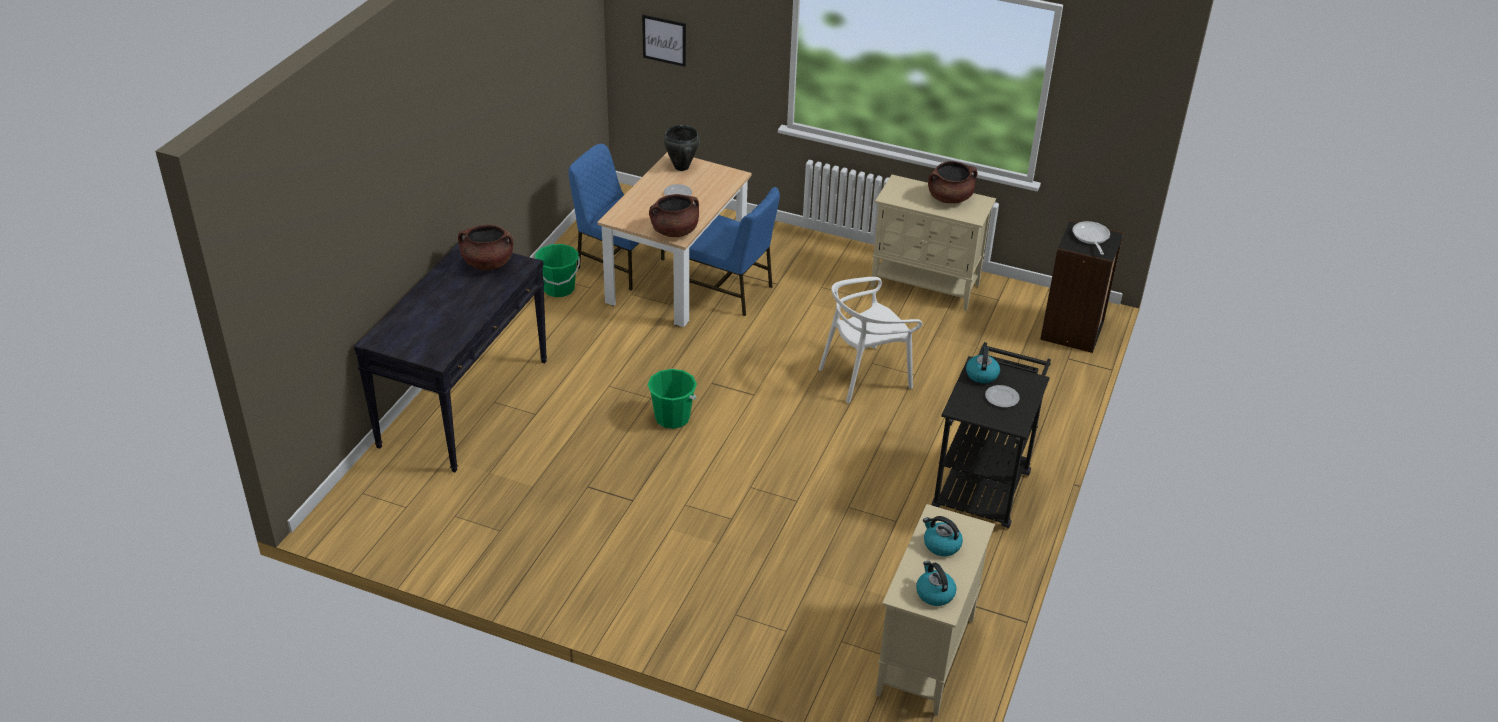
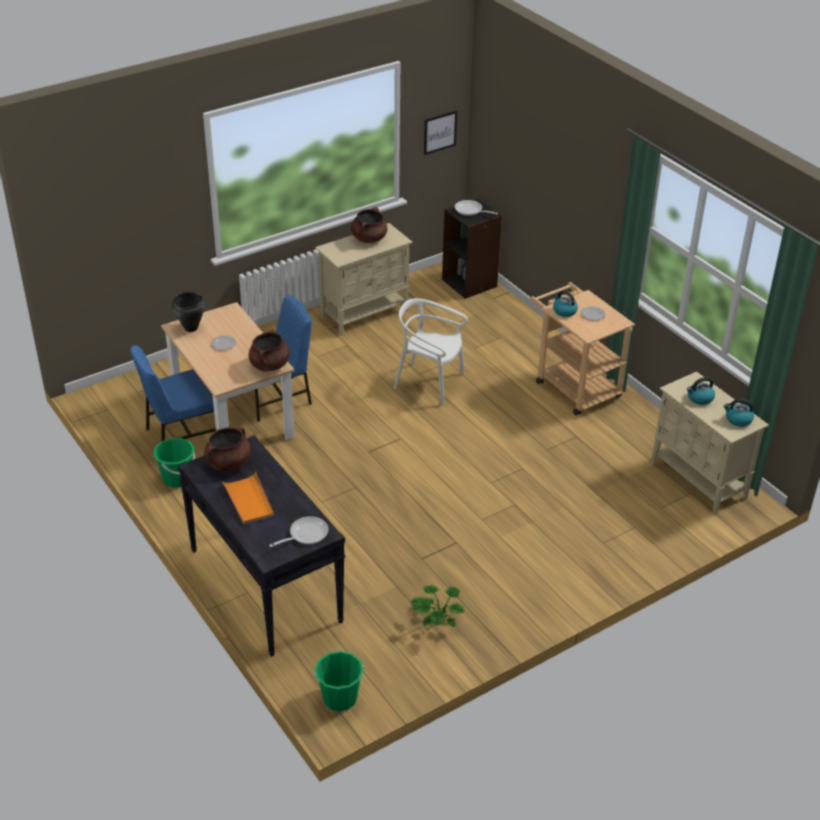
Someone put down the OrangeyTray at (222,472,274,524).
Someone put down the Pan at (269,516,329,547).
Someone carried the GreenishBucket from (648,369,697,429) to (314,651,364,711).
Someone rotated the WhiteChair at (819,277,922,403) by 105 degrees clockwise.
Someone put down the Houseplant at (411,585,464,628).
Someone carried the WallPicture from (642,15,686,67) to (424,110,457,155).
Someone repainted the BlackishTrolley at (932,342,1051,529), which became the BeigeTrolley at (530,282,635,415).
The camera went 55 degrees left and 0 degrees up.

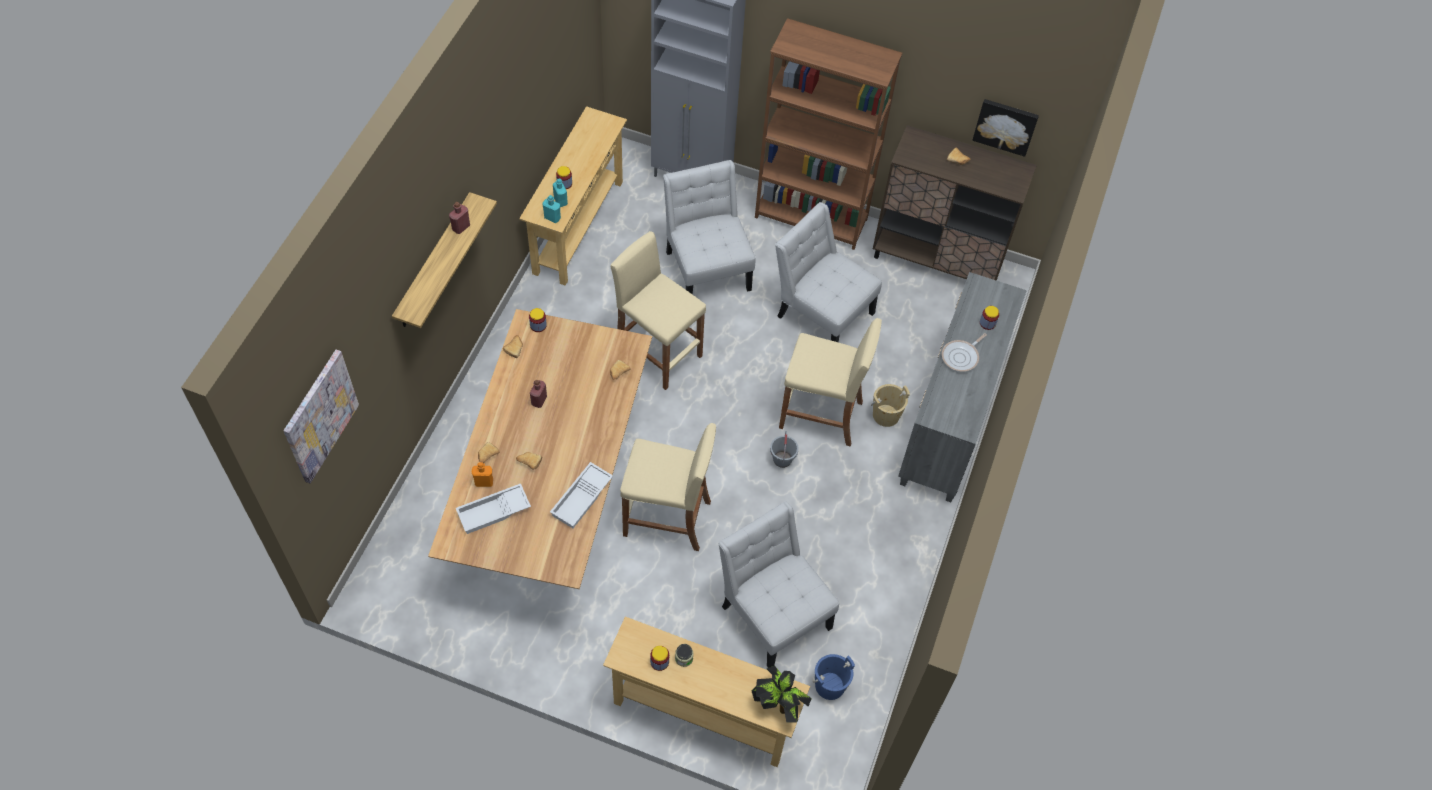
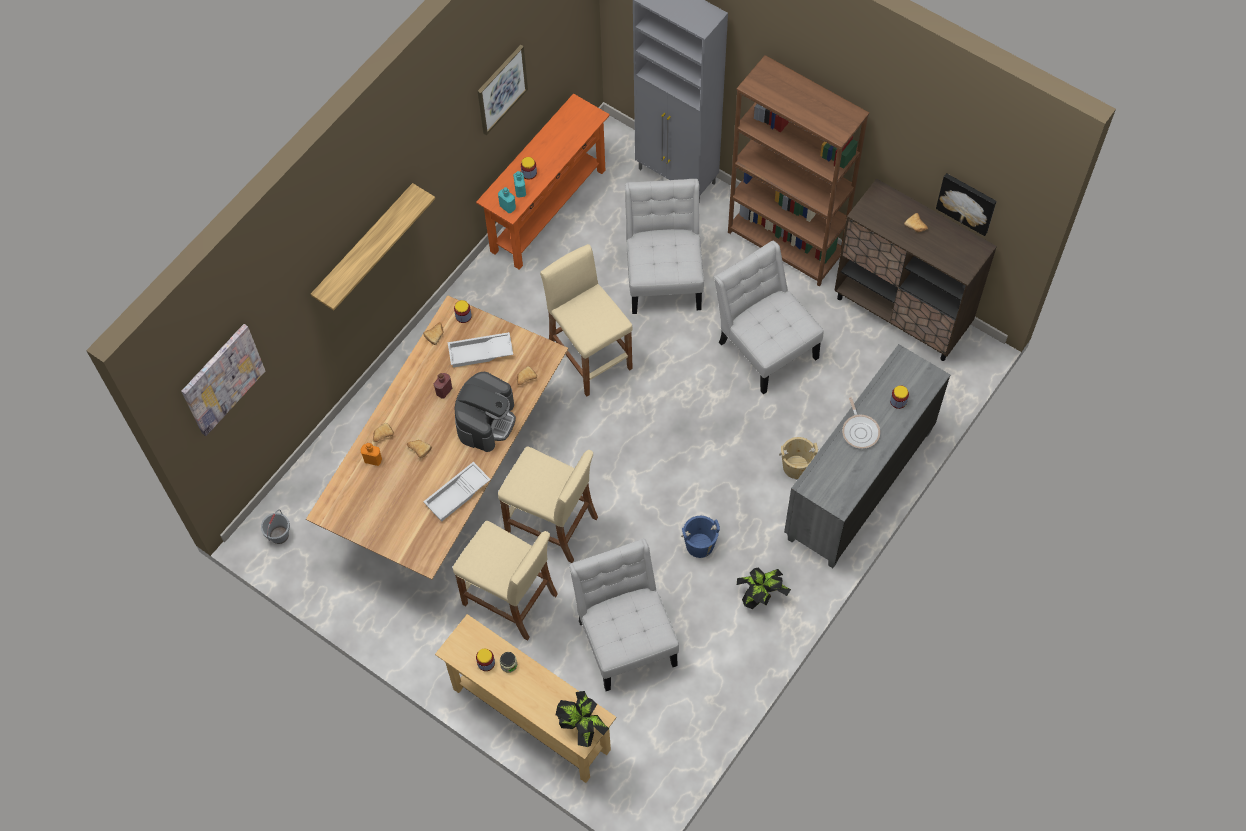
Someone carried the GrayBucket from (770,431,799,468) to (261,510,290,544).
Someone carried the WhiteTray from (456,483,531,534) to (448,332,513,367).
Someone carried the BeigeSittingStool from (779,318,882,447) to (453,521,558,641).
Someone put down the CoffeeMachine at (455,372,516,452).
Someone repainted the BeigeHallTable at (519,106,627,286), which became the OrangeyHallTable at (476,93,610,270).
Someone put up the WallPicture at (478,45,528,135).
Someone carried the BlueBucket from (813,654,855,700) to (681,516,720,558).
Someone put down the Houseplant at (737,567,791,609).
Someone rotated the Pan at (942,333,987,372) by 75 degrees counterclockwise.
Someone took away the RedDrinkBottle at (449,202,470,234).
The camera went 20 degrees right and 5 degrees up.

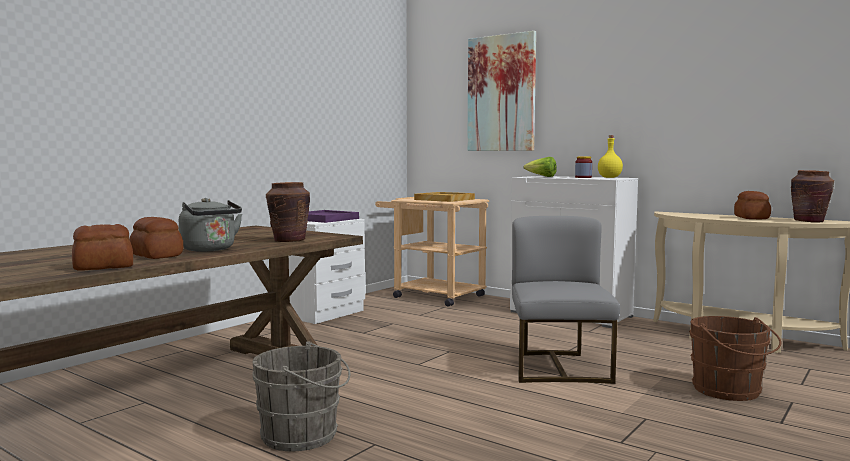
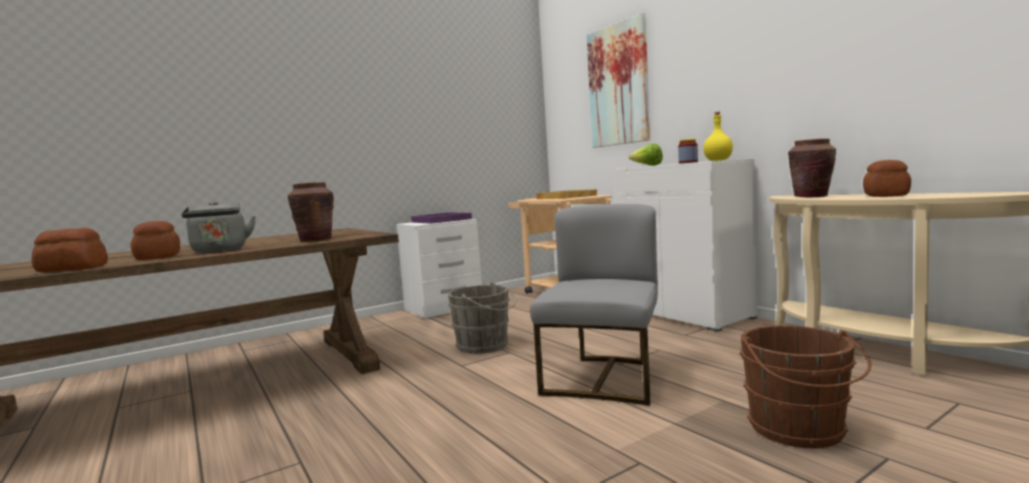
Someone carried the GrayBucket from (252,341,350,451) to (448,282,517,354).
Someone carried the BrownColouredVase from (791,170,834,223) to (788,139,836,198).
The camera went 20 degrees right and 0 degrees up.

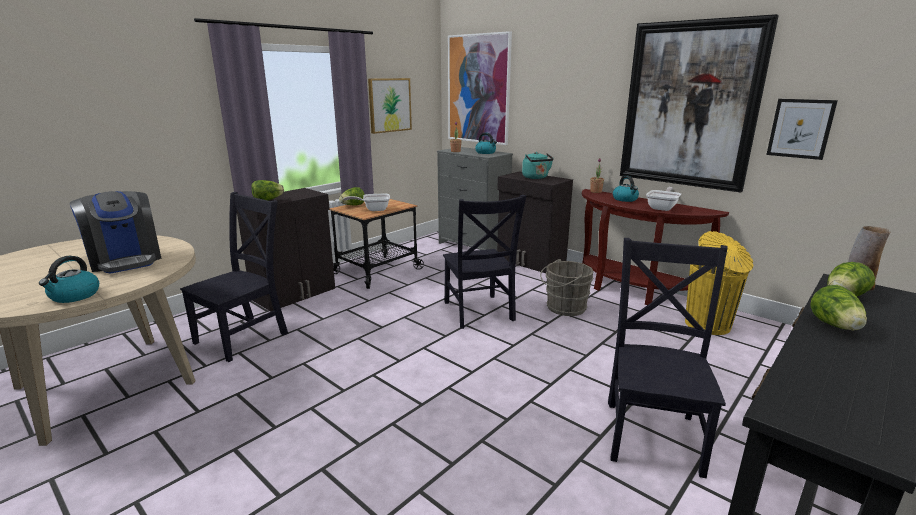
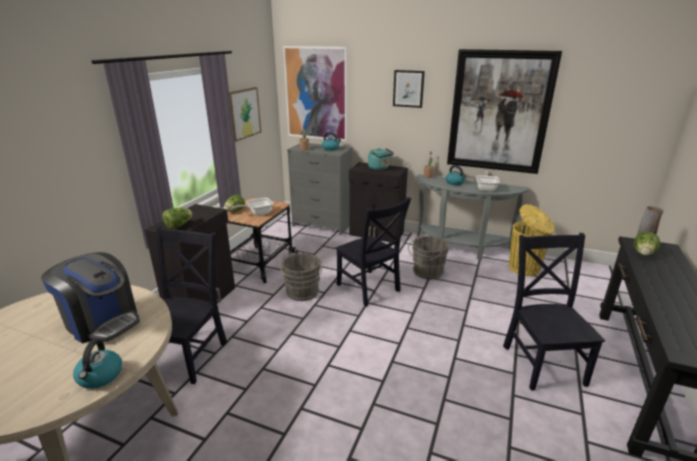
Someone put down the GrayBucket at (281,253,322,301).
Someone carried the WallPicture from (766,99,838,160) to (393,70,425,108).
Someone repainted the BrownColouredHallTable at (582,189,729,305), which became the GrayHallTable at (417,174,529,259).
Someone took away the Lettuce at (810,285,867,330).
The camera went 20 degrees left and 5 degrees up.

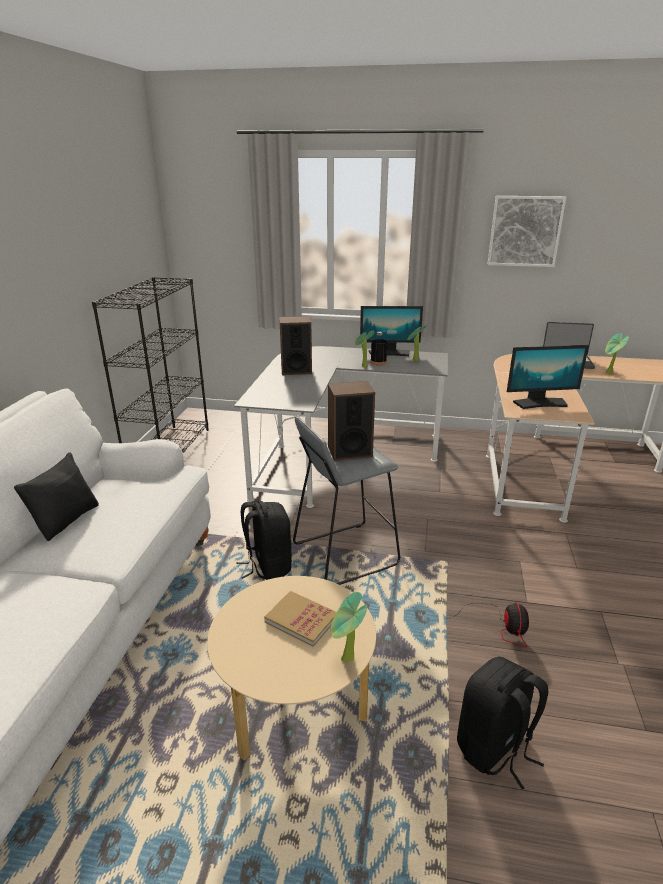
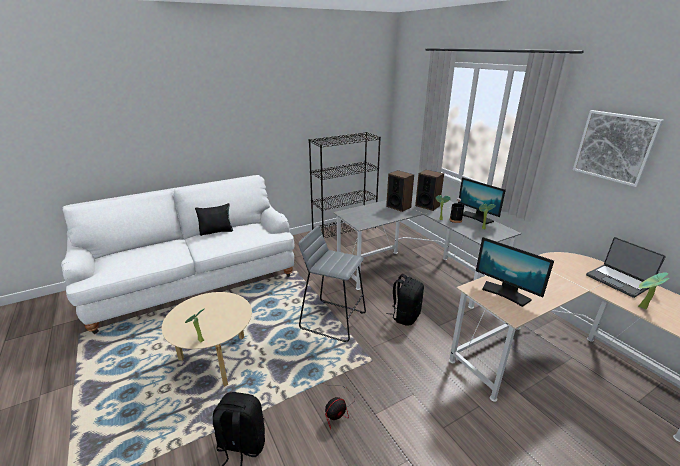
Someone carried the BlackishBackpack from (236,501,292,580) to (386,274,424,326).
Someone carried the Loudspeaker from (328,381,375,461) to (415,170,444,211).
Someone took away the BoundBook at (264,591,337,647).
The camera went 50 degrees right and 0 degrees up.

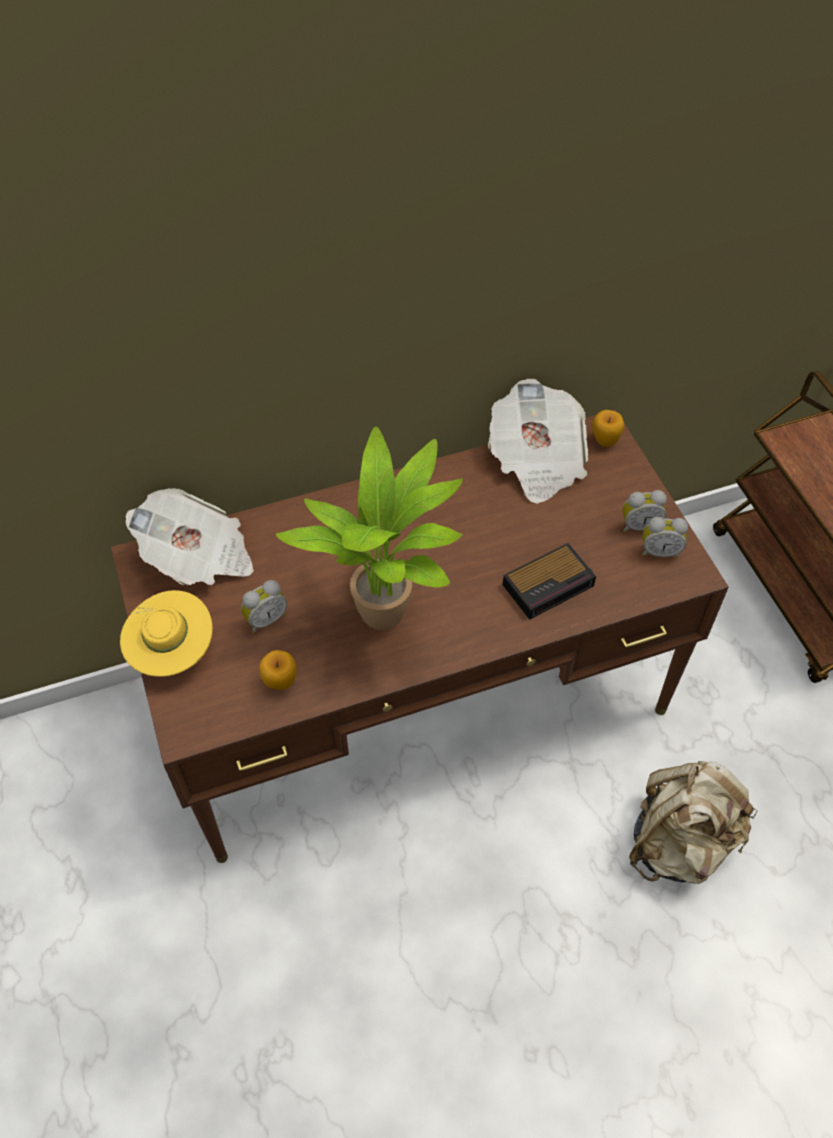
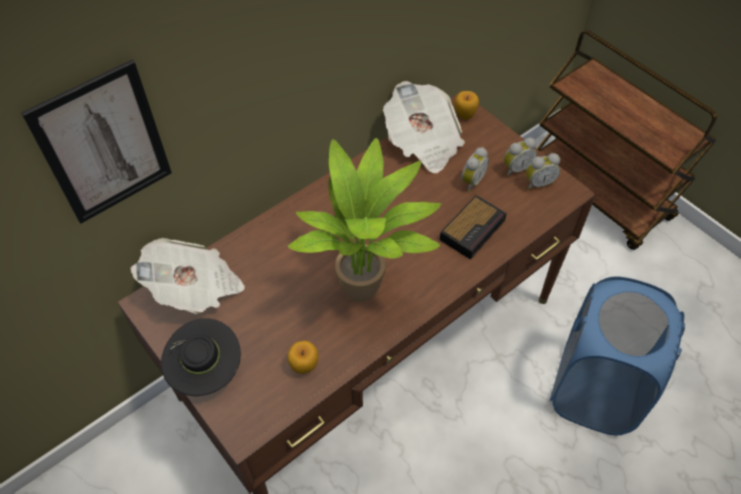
Someone put up the WallPicture at (21,59,172,224).
Someone repainted the YellowWearableHat at (120,590,213,677), which became the BlackishWearableHat at (161,318,241,396).
Someone carried the AlarmClock from (241,580,287,633) to (462,147,489,192).
Someone swapped the BeigeBackpack at (629,761,758,884) for the BlueWashingBasket at (550,276,685,435).
The camera went 20 degrees left and 0 degrees up.

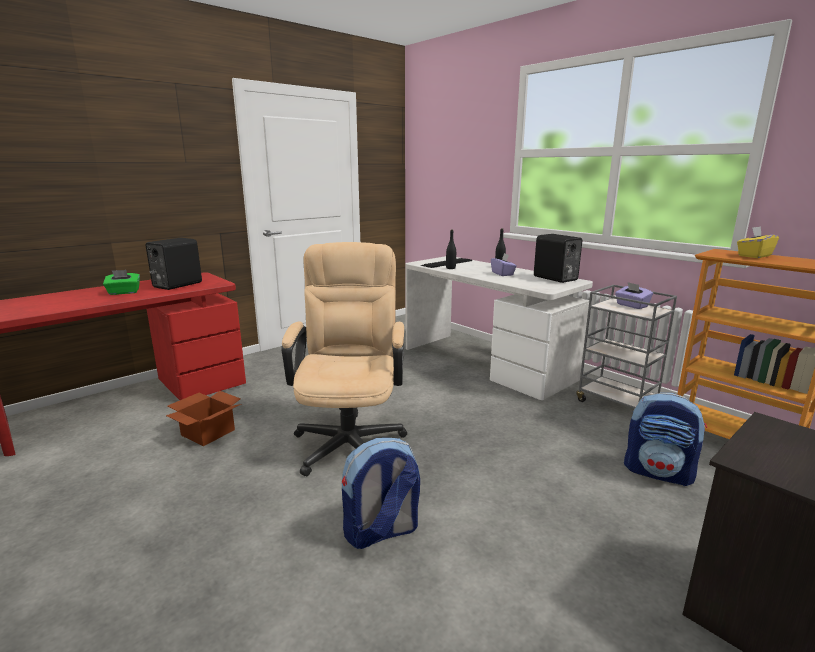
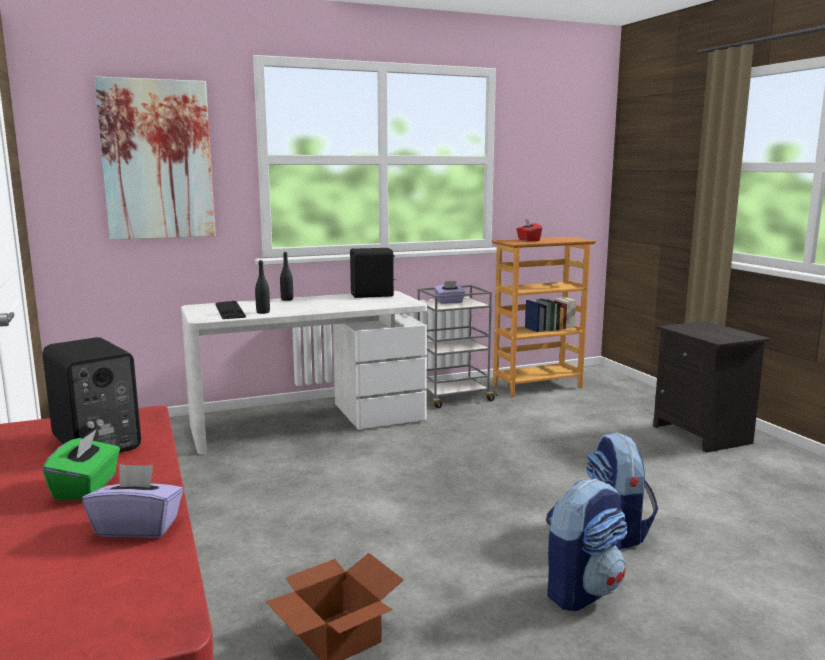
Someone carried the PurpleColouredBoxOfTissues from (491,253,517,276) to (82,464,183,538).
Someone put up the WallPicture at (94,76,216,240).
Someone repainted the YellowBoxOfTissues at (737,226,779,258), which became the RedBoxOfTissues at (516,219,542,241).
Someone carried the Backpack from (624,393,707,486) to (546,478,628,611).
Someone took away the BeigeComputerChair at (281,242,407,477).
The camera went 70 degrees left and 5 degrees down.

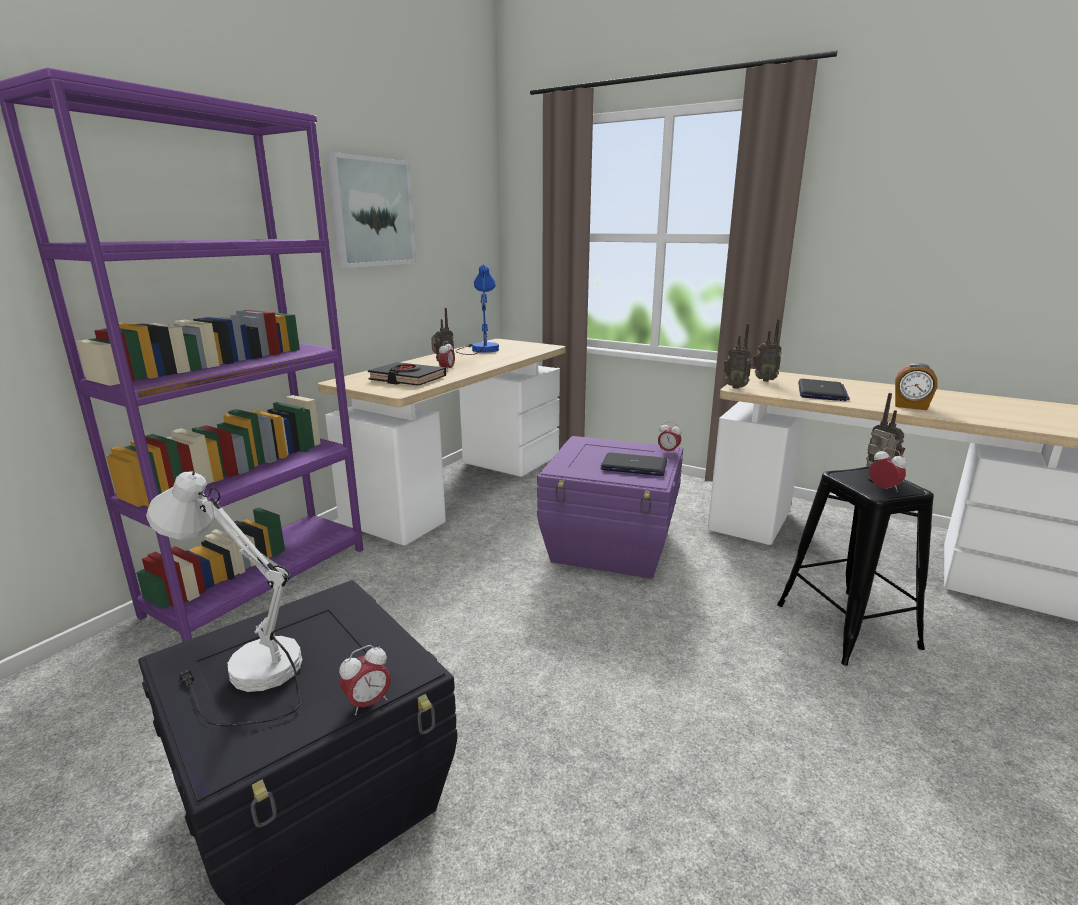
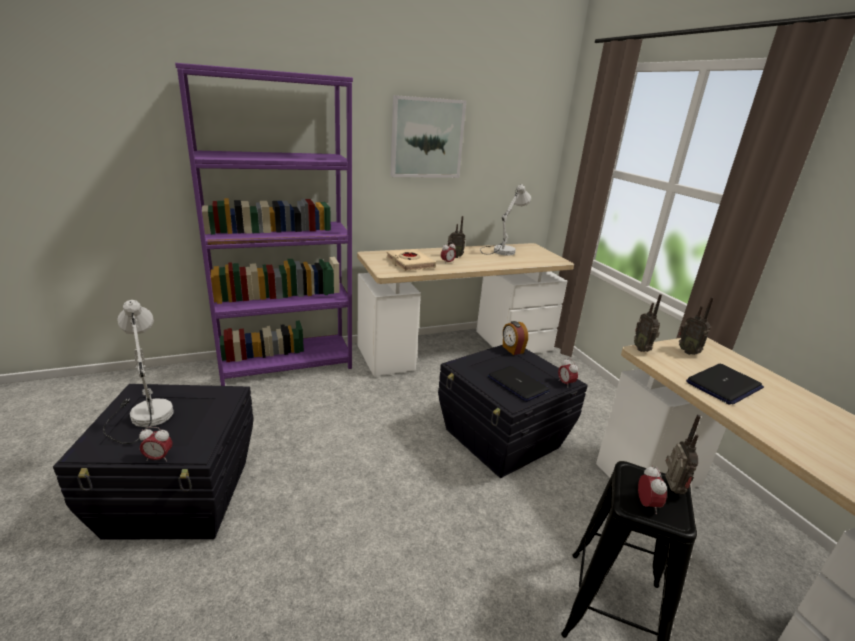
Someone repainted the BlackishBoundBook at (368,362,446,386), which became the BeigeBoundBook at (386,249,436,271).
Someone repainted the PurpleColouredStorageContainer at (537,436,683,579), which became the BlackishStorageContainer at (438,345,588,478).
Someone repainted the BlueLampForATable at (455,264,499,355), which became the WhiteLampForATable at (480,184,531,256).
Someone carried the AlarmClock from (895,363,938,410) to (503,321,528,355).
The camera went 35 degrees right and 5 degrees up.

